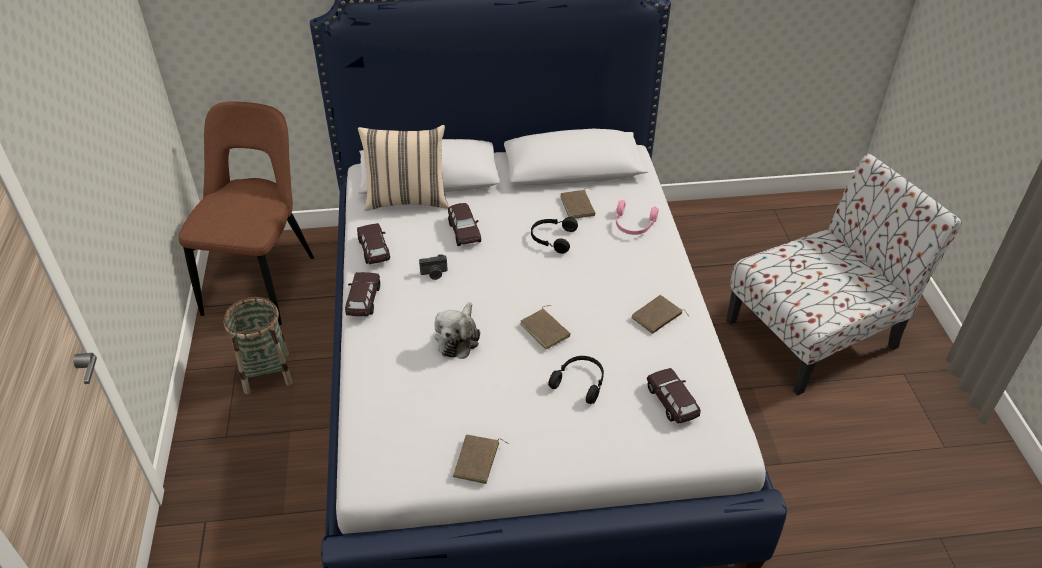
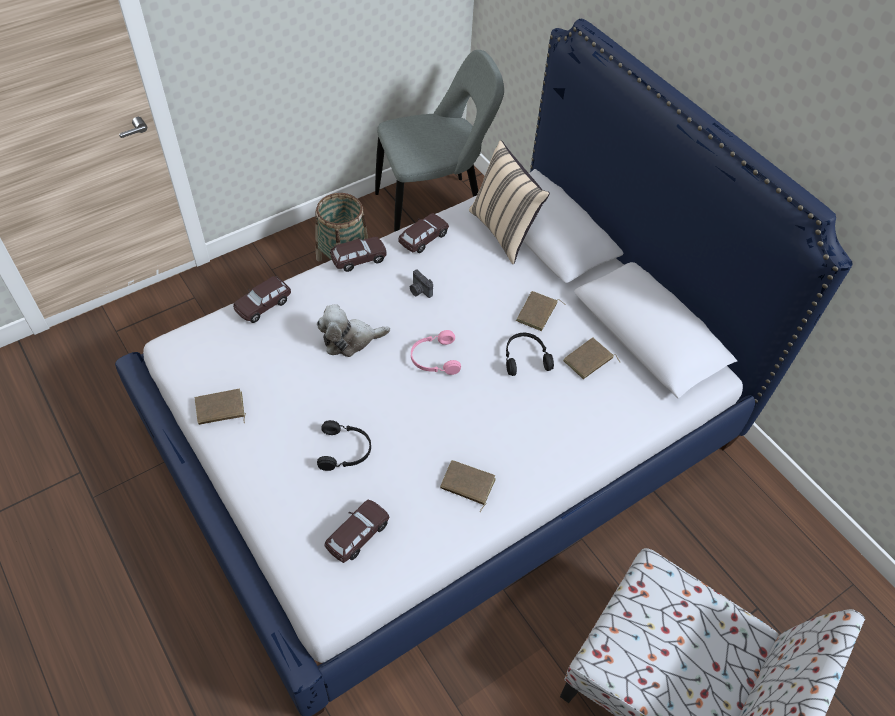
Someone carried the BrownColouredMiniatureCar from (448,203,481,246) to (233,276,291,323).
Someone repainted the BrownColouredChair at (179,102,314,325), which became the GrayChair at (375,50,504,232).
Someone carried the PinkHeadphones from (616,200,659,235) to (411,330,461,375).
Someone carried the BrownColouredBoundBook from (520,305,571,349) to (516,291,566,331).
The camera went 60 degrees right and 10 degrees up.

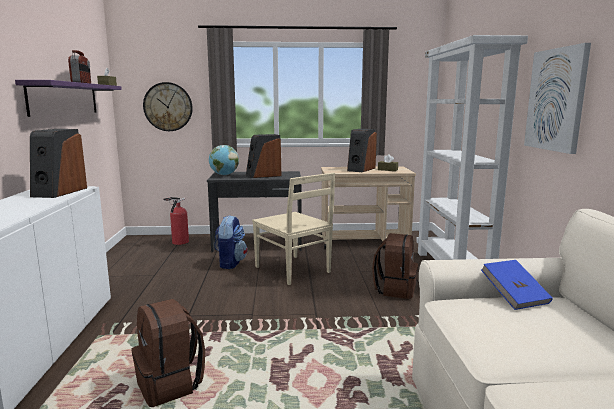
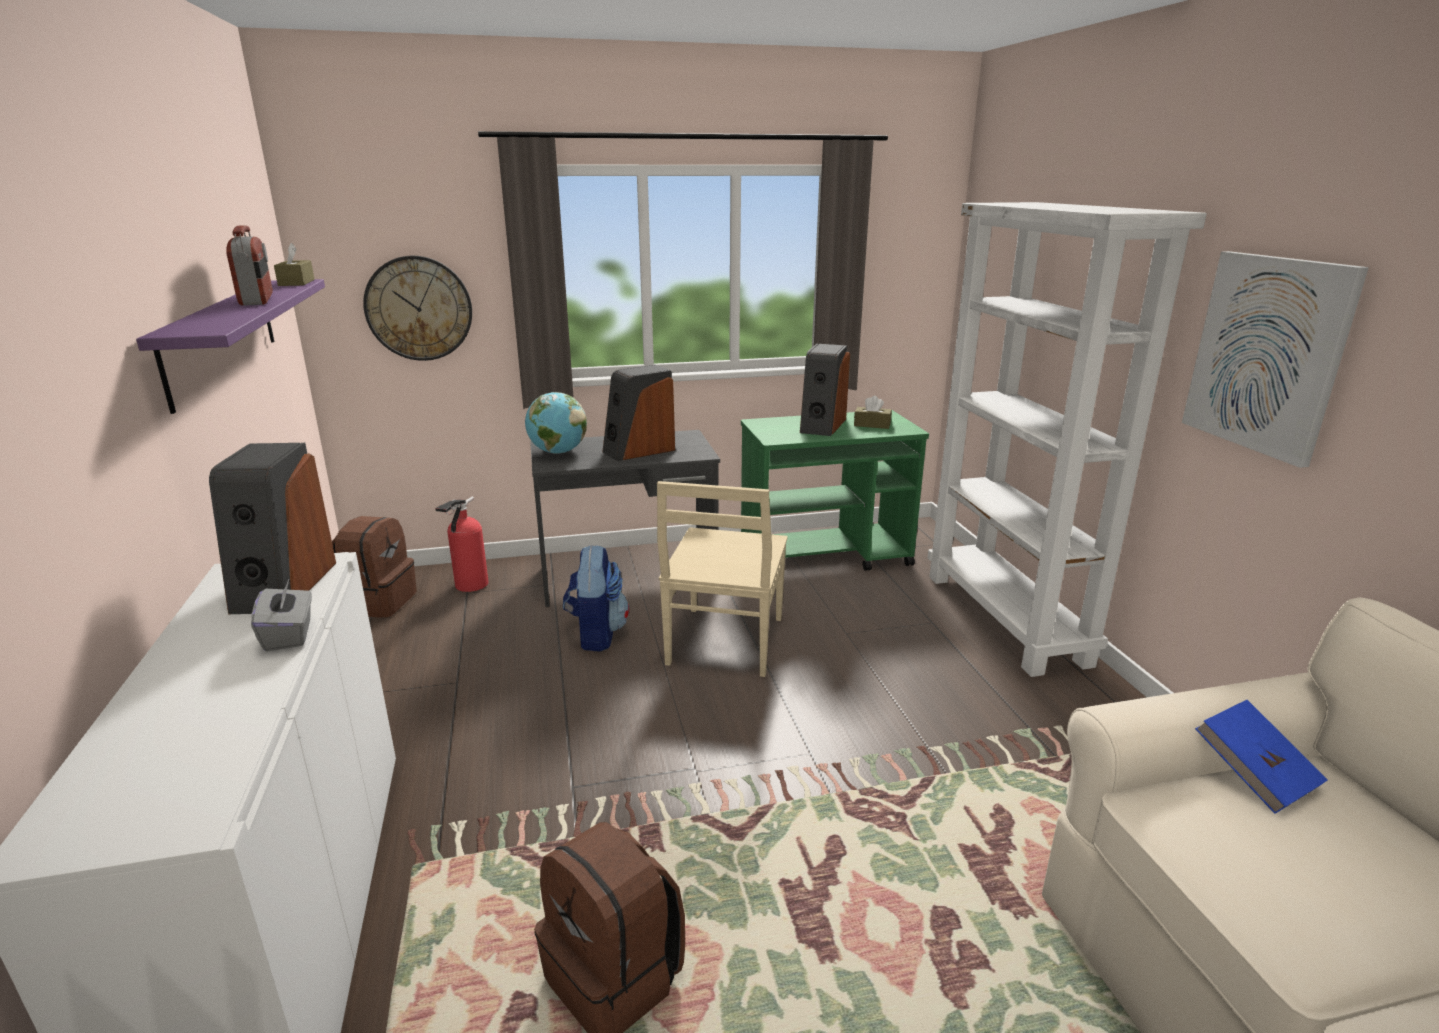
Someone put down the GrayBoxOfTissues at (251,578,312,651).
Someone carried the BrownColouredBackpack from (372,233,418,299) to (332,516,417,618).
Someone rotated the BeigeChair at (252,173,335,285) by 60 degrees clockwise.
Someone repainted the BeigeTrolley at (321,166,416,249), which became the GreenishTrolley at (741,410,929,571).
The camera went 10 degrees left and 10 degrees up.

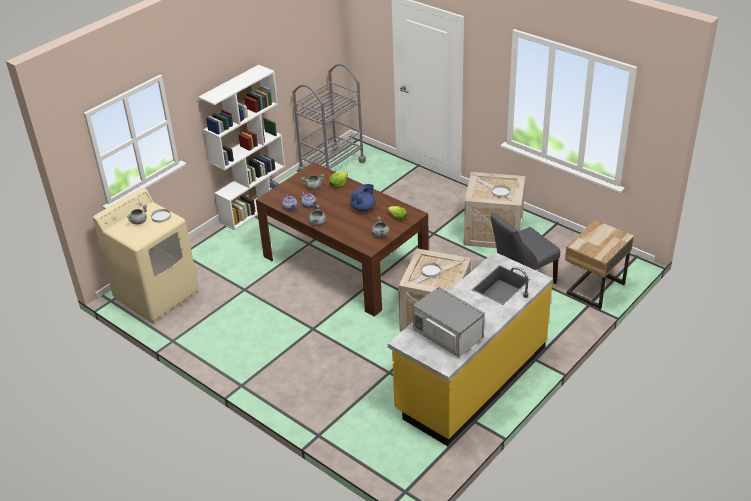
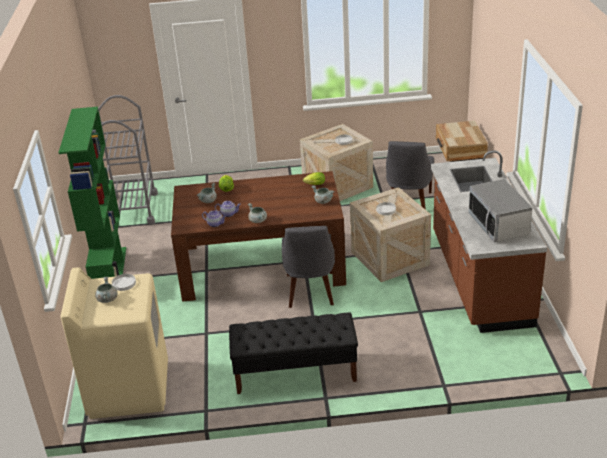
Someone repainted the WhiteBookcase at (198,65,285,230), which became the GreenishBookcase at (58,107,126,279).
Someone put down the BlackishLongSeat at (229,312,358,394).
Someone put down the GrayChair at (282,226,335,308).
Someone repainted the YellowKitchenCounter at (388,252,553,446), which became the BrownColouredKitchenCounter at (431,150,547,333).
Someone rotated the Microwave at (413,287,485,357) by 105 degrees counterclockwise.
Someone took away the BlueTeaPot at (351,184,376,211).
The camera went 45 degrees left and 5 degrees down.

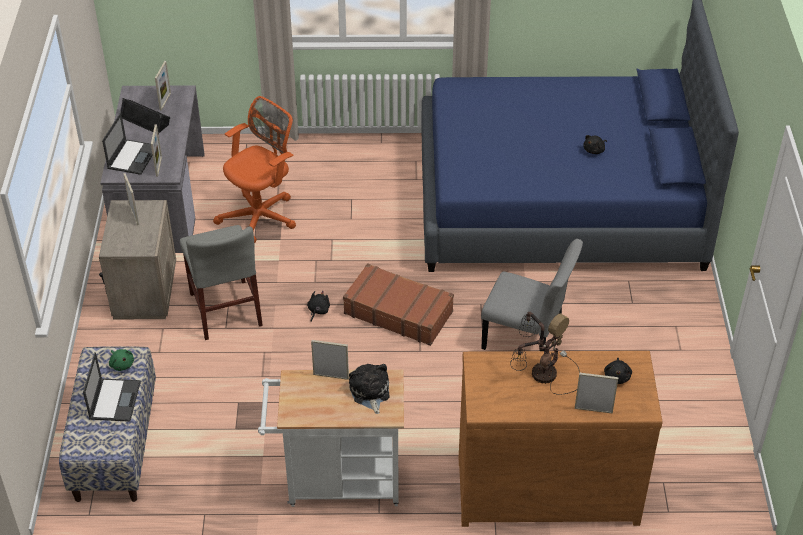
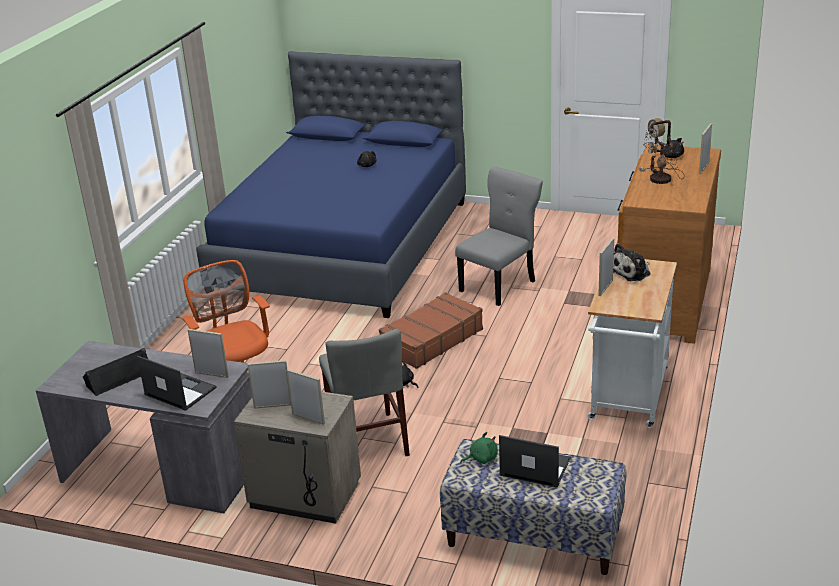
Someone carried the StandingFrame from (155,61,171,111) to (286,369,325,425).
Someone rotated the GrayChair at (180,225,263,340) by 75 degrees clockwise.
Someone rotated the PlushToy at (349,364,389,414) by 45 degrees counterclockwise.
The camera went 70 degrees left and 15 degrees down.

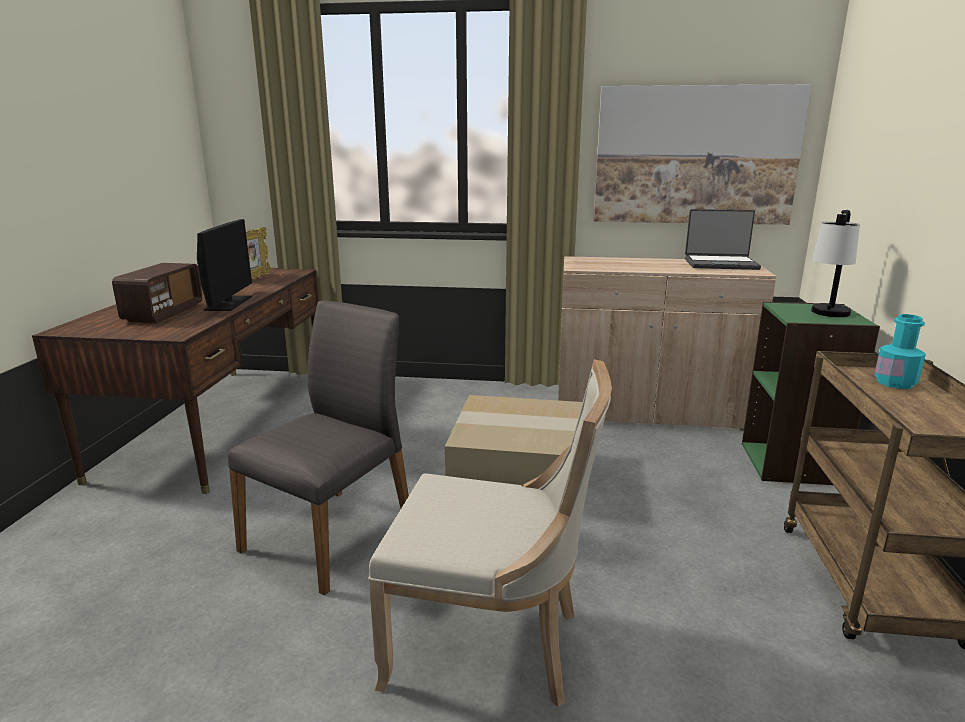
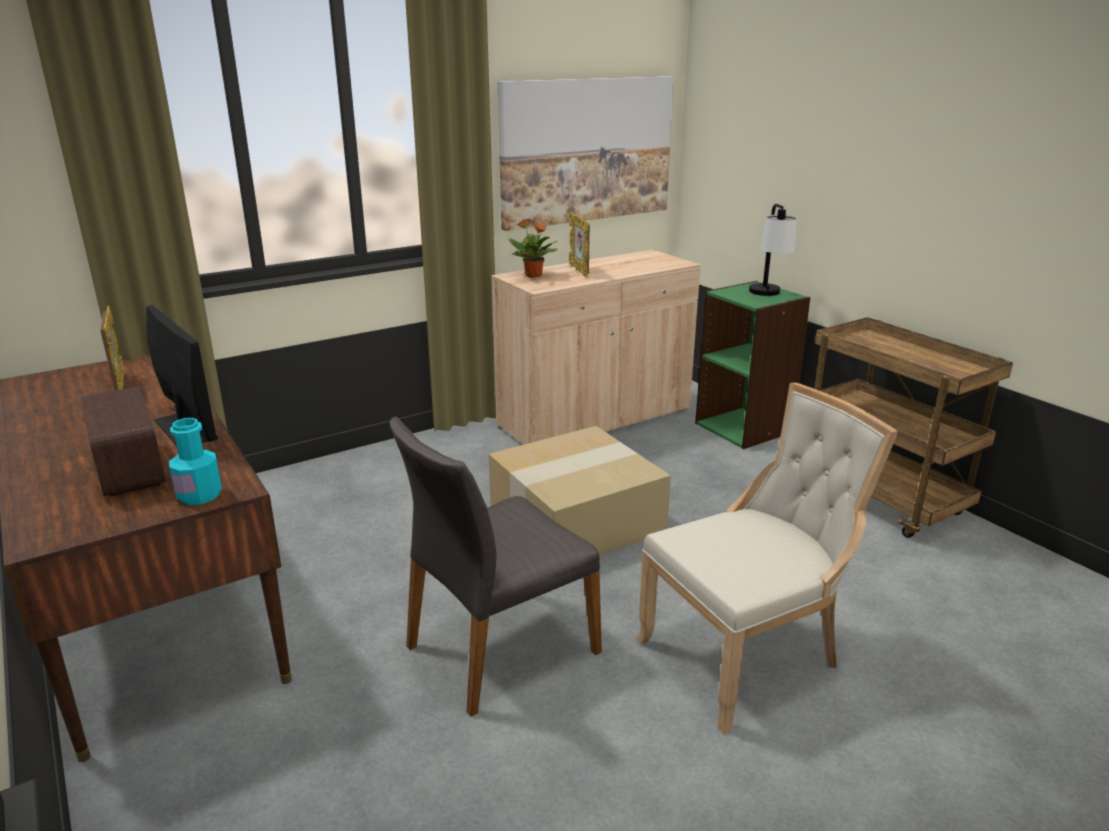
Someone carried the TurquoiseColouredDrinkBottle from (874,314,926,389) to (169,418,222,505).
Someone rotated the GrayChair at (228,300,409,595) by 120 degrees counterclockwise.
Someone put down the Houseplant at (508,218,558,278).
Someone put down the StandingFrame at (569,212,590,278).
Someone took away the PortableComputer at (685,209,761,270).
The camera went 40 degrees left and 5 degrees up.

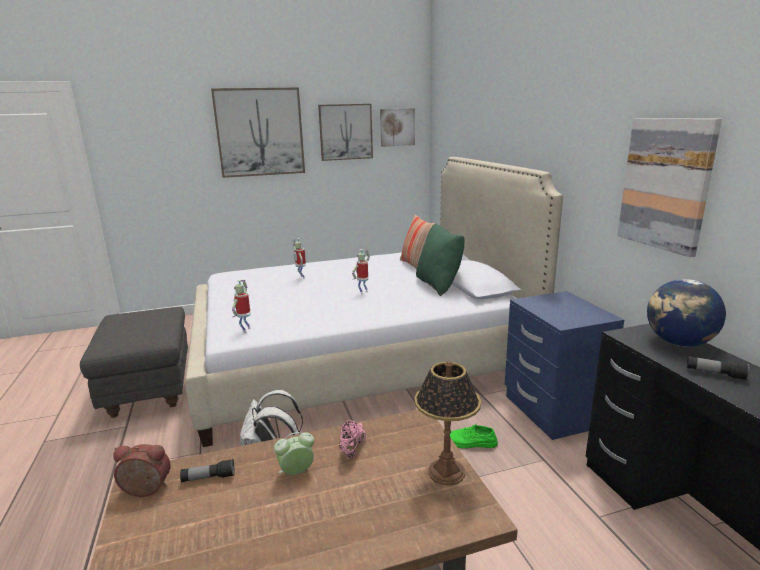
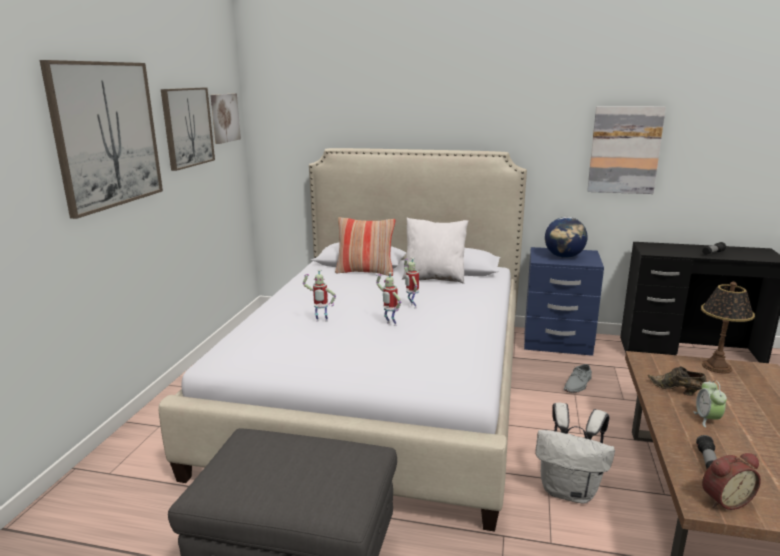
Someone carried the RobotFigure from (232,280,251,333) to (376,272,401,326).
Someone repainted the GreenishThrowPillow at (416,223,465,296), which became the WhiteThrowPillow at (402,218,468,284).
Someone carried the WorldGlobe from (647,279,726,346) to (545,217,588,258).
Someone repainted the GreenishLowShoe at (450,424,498,449), which became the GrayLowShoe at (564,364,592,393).
Someone repainted the PinkLowShoe at (339,420,366,459), which became the BrownColouredLowShoe at (648,366,707,396).
Someone rotated the AlarmClock at (113,444,171,497) by 135 degrees counterclockwise.
The camera went 60 degrees left and 0 degrees up.

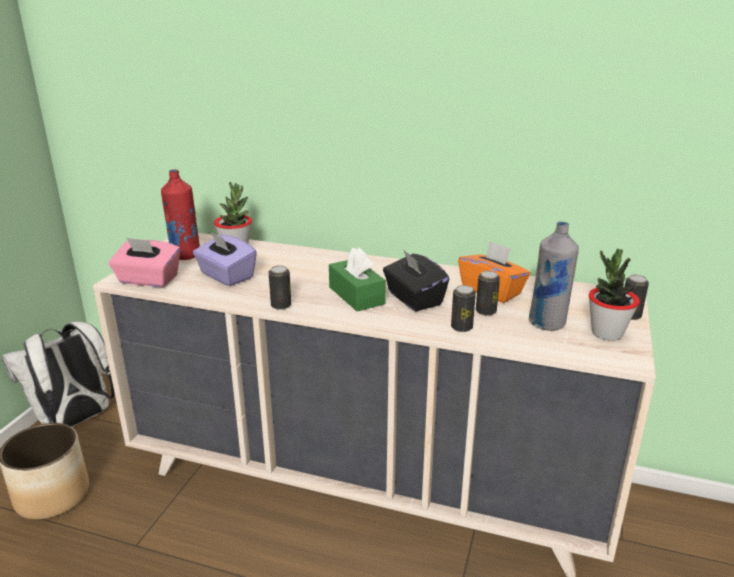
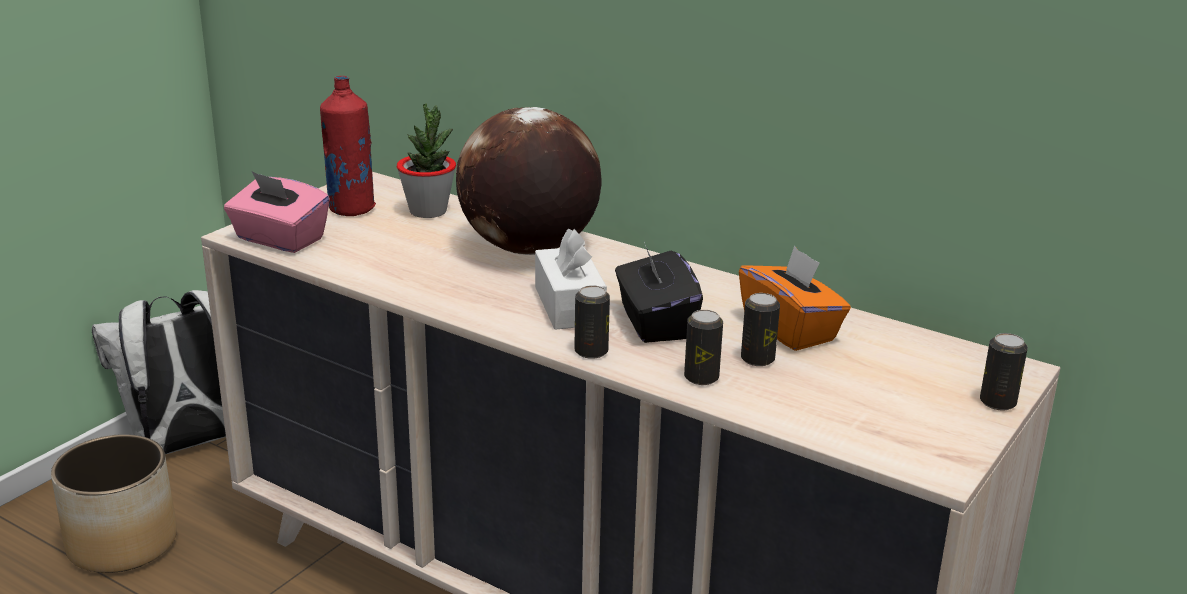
Someone put down the WorldGlobe at (456,107,602,255).
Someone repainted the GreenishBoxOfTissues at (329,247,386,311), which became the WhiteBoxOfTissues at (535,229,607,330).
Someone carried the Can from (268,265,291,310) to (574,285,610,359).
Someone took away the PurpleColouredBoxOfTissues at (193,231,257,286).
Someone took away the GrayDrinkBottle at (529,221,579,331).
Someone took away the Houseplant at (589,249,640,341).
The camera went 15 degrees right and 0 degrees up.

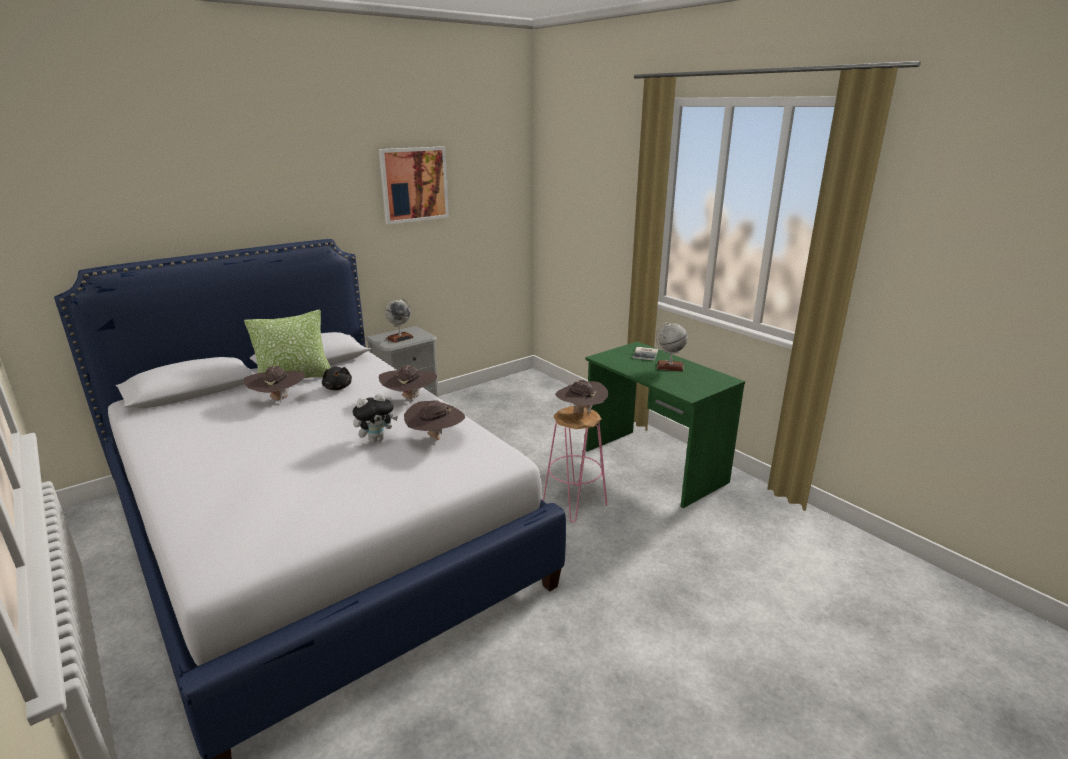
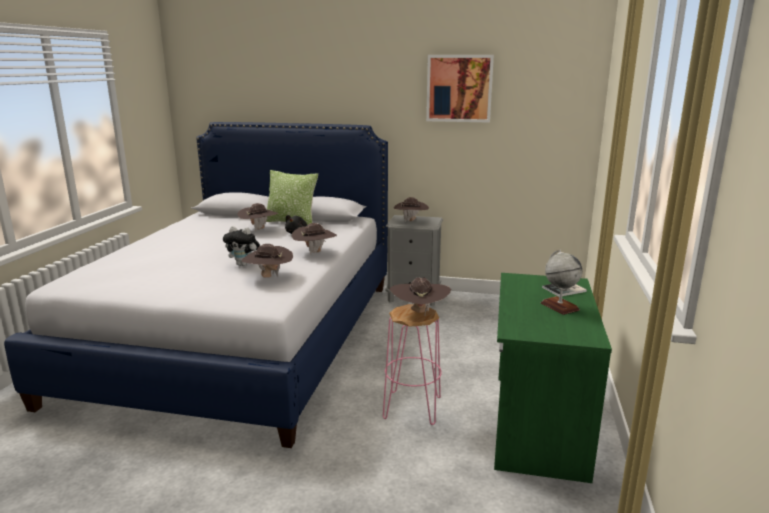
Someone swapped the WorldGlobe at (385,298,414,343) for the BrownColouredWearableHat at (393,197,429,222).
The camera went 50 degrees right and 5 degrees down.

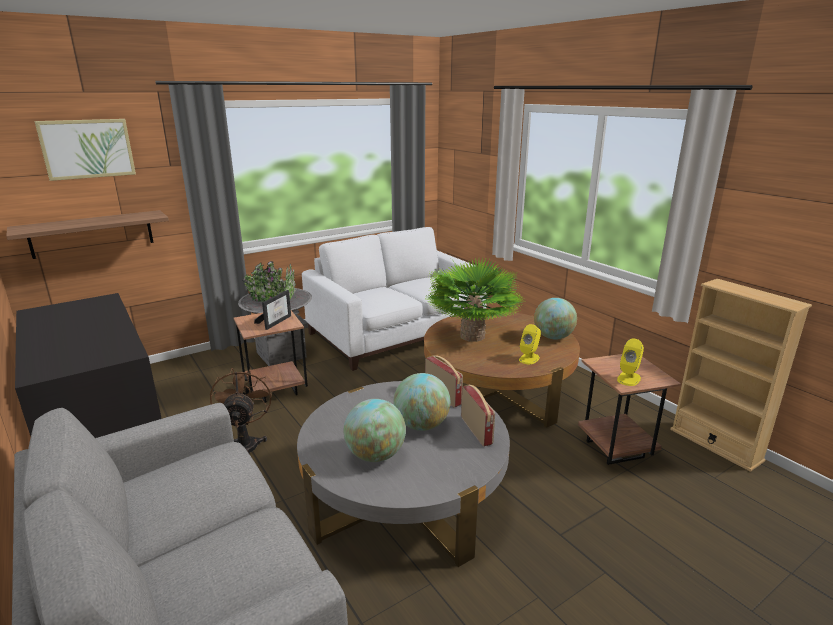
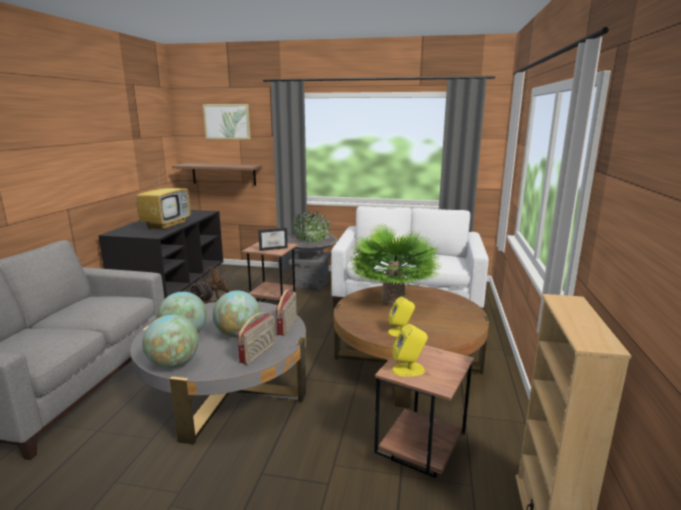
Someone put down the Television at (136,167,191,230).
Someone carried the WorldGlobe from (534,298,577,340) to (142,315,199,369).
The camera went 45 degrees right and 5 degrees down.

